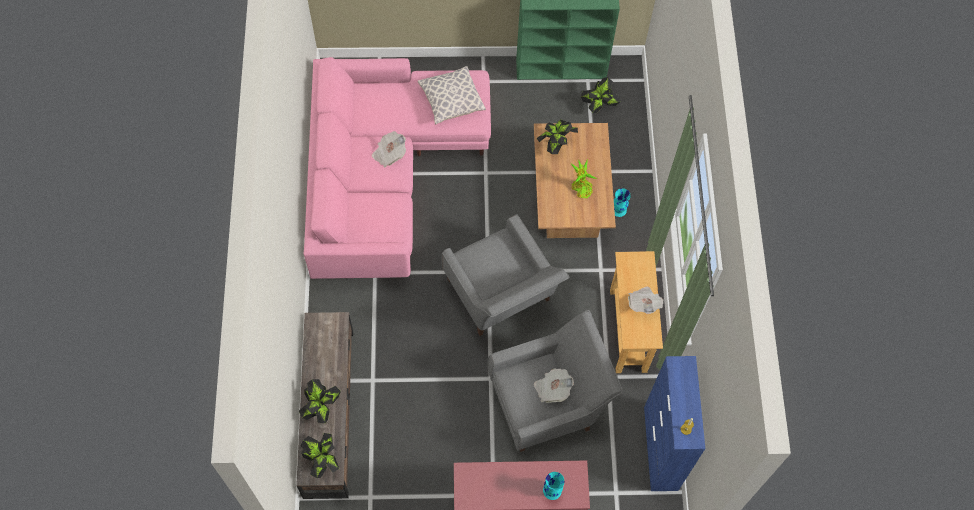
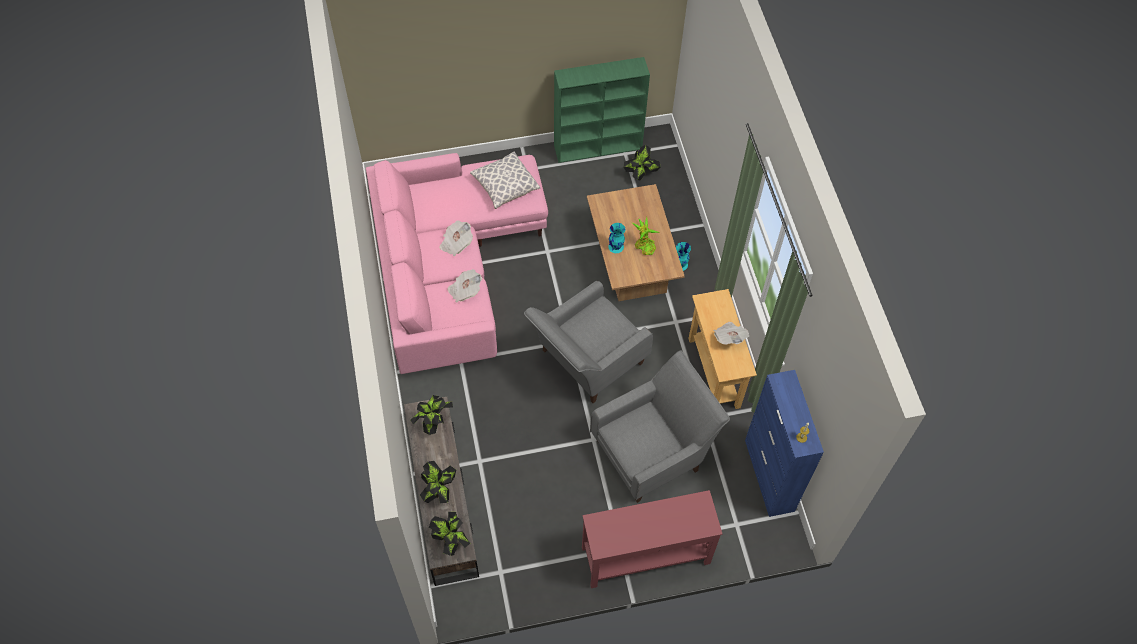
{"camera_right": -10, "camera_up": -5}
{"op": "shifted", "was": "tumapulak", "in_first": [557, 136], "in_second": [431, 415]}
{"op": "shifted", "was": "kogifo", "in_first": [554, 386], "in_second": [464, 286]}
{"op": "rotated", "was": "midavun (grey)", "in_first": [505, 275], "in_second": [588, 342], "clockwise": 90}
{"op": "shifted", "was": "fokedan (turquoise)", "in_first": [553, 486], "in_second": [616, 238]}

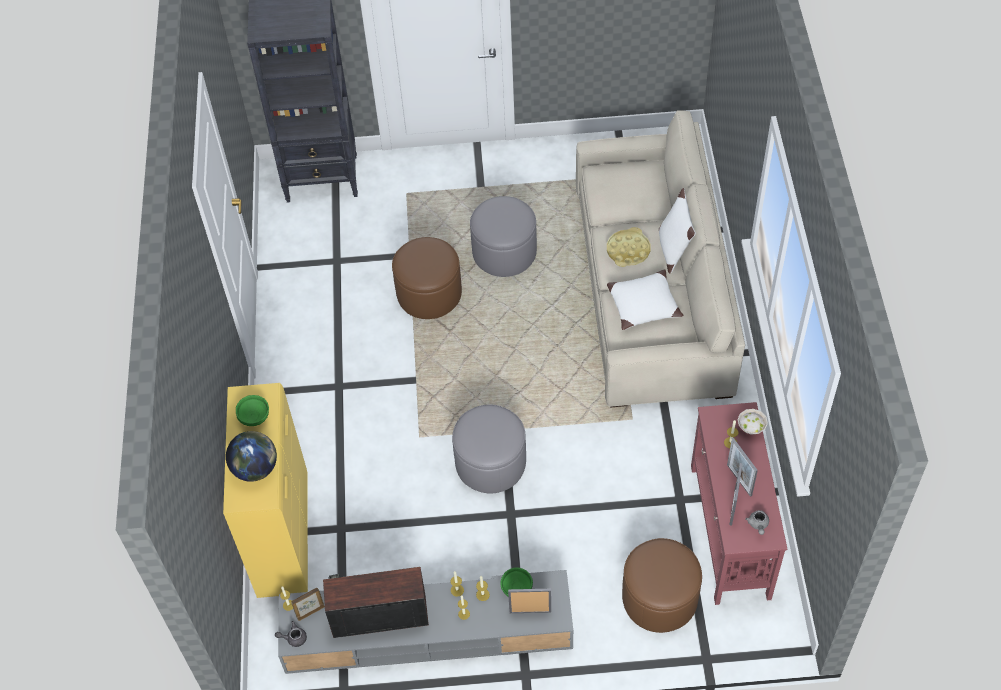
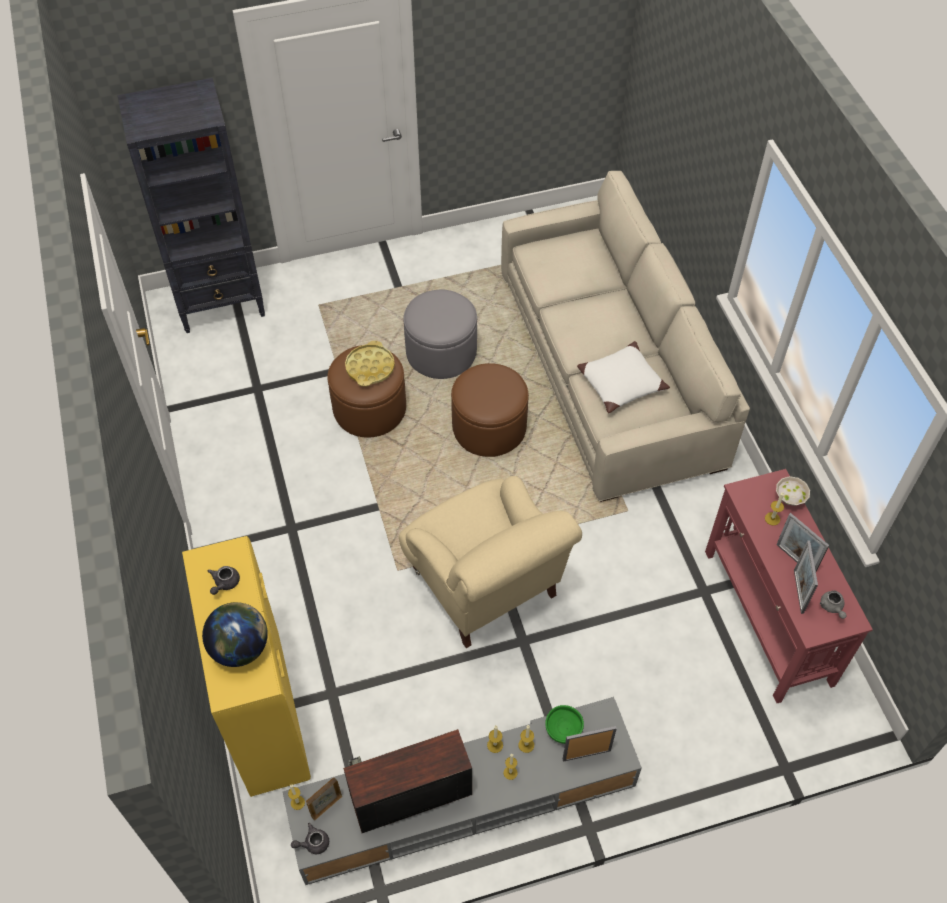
{"camera_right": -15, "camera_up": 0}
{"op": "swapped", "was": "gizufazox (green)", "now": "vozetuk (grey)", "in_first": [252, 410], "in_second": [223, 580]}
{"op": "shifted", "was": "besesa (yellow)", "in_first": [629, 247], "in_second": [370, 364]}
{"op": "swapped", "was": "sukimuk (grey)", "now": "midavun (beige)", "in_first": [489, 449], "in_second": [490, 562]}
{"op": "shifted", "was": "sukimuk (brown)", "in_first": [662, 585], "in_second": [490, 410]}
{"op": "gone", "was": "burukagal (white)", "in_first": [677, 231]}

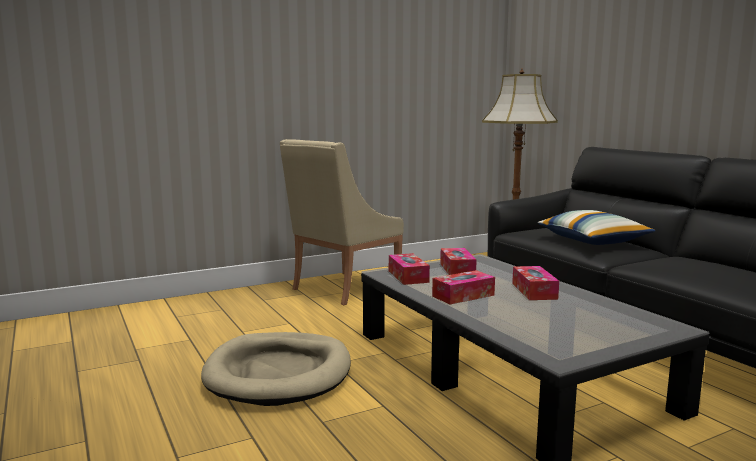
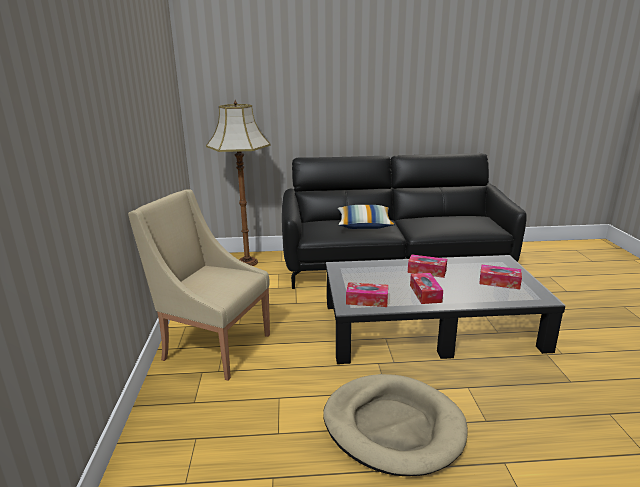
{"camera_right": -65, "camera_up": 10}
{"op": "rotated", "was": "midavun (beige)", "in_first": [342, 222], "in_second": [199, 285], "clockwise": 135}
{"op": "shifted", "was": "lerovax", "in_first": [458, 261], "in_second": [500, 276]}

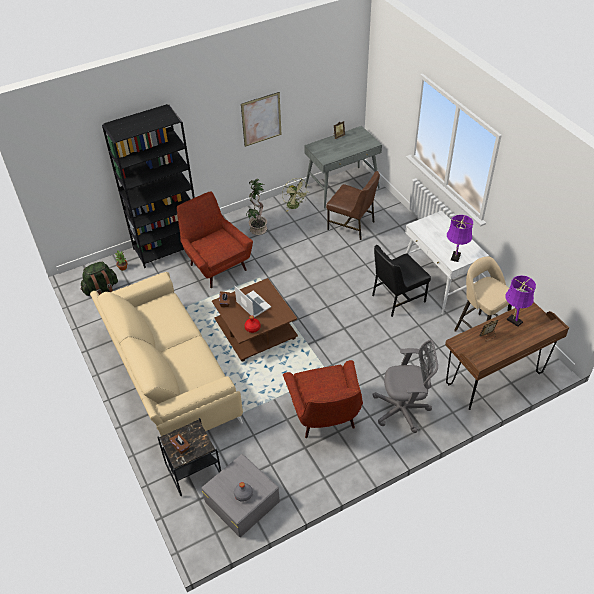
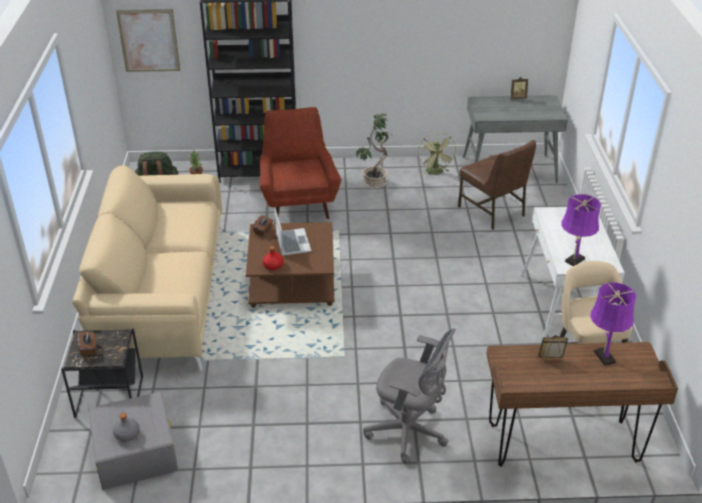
{"camera_right": 25, "camera_up": -10}
{"op": "shifted", "was": "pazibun", "in_first": [261, 119], "in_second": [148, 41]}
{"op": "gone", "was": "midavun (red)", "in_first": [323, 399]}
{"op": "gone", "was": "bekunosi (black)", "in_first": [401, 281]}

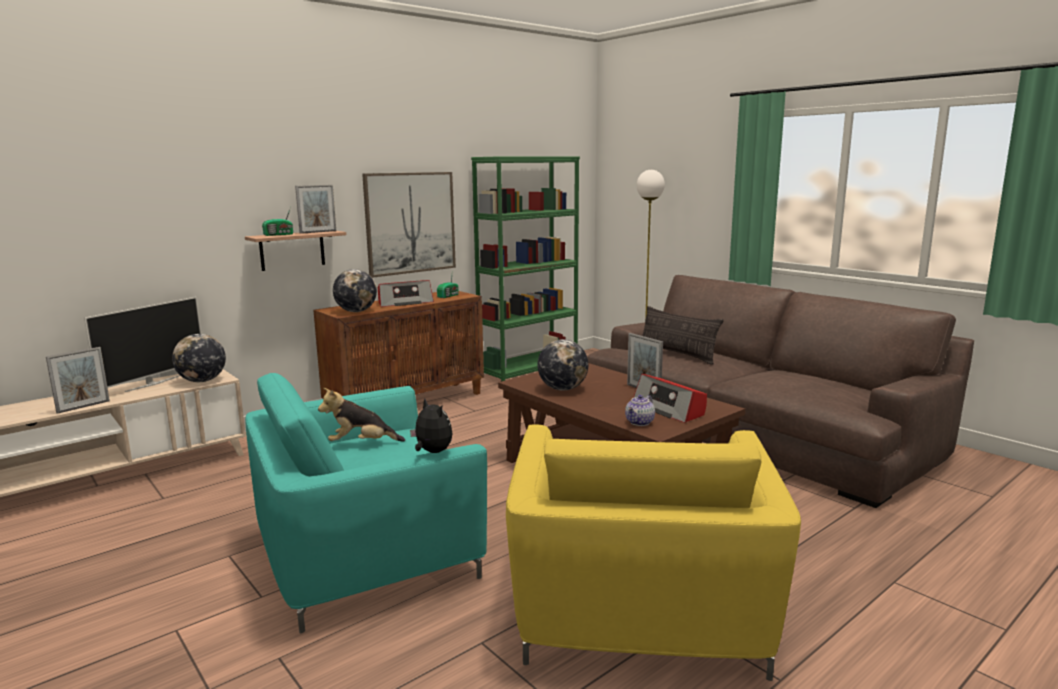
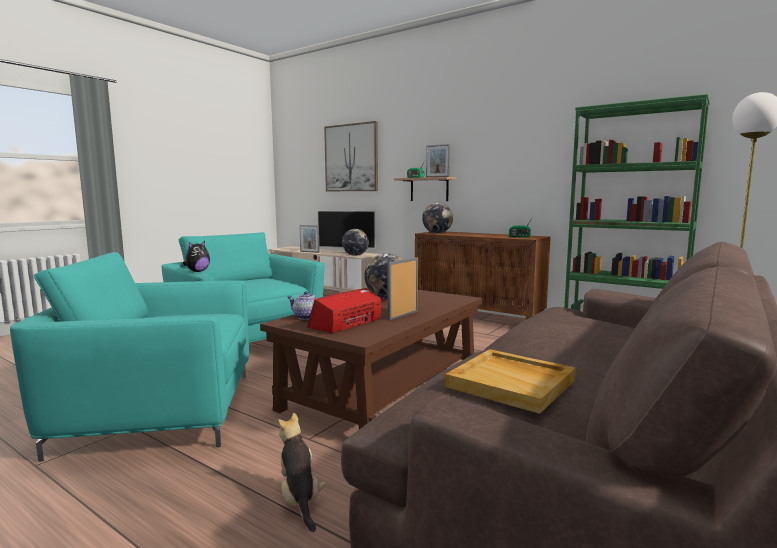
{"camera_right": 75, "camera_up": -5}
{"op": "repainted", "was": "midavun (yellow)", "now": "midavun (turquoise)", "in_first": [653, 553], "in_second": [129, 357]}
{"op": "shifted", "was": "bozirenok", "in_first": [361, 415], "in_second": [302, 472]}
{"op": "shifted", "was": "pazibun", "in_first": [409, 225], "in_second": [351, 156]}
{"op": "new", "now": "besesa (beige)", "in_second": [510, 381]}
{"op": "gone", "was": "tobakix", "in_first": [406, 293]}
{"op": "gone", "was": "burukagal", "in_first": [683, 335]}

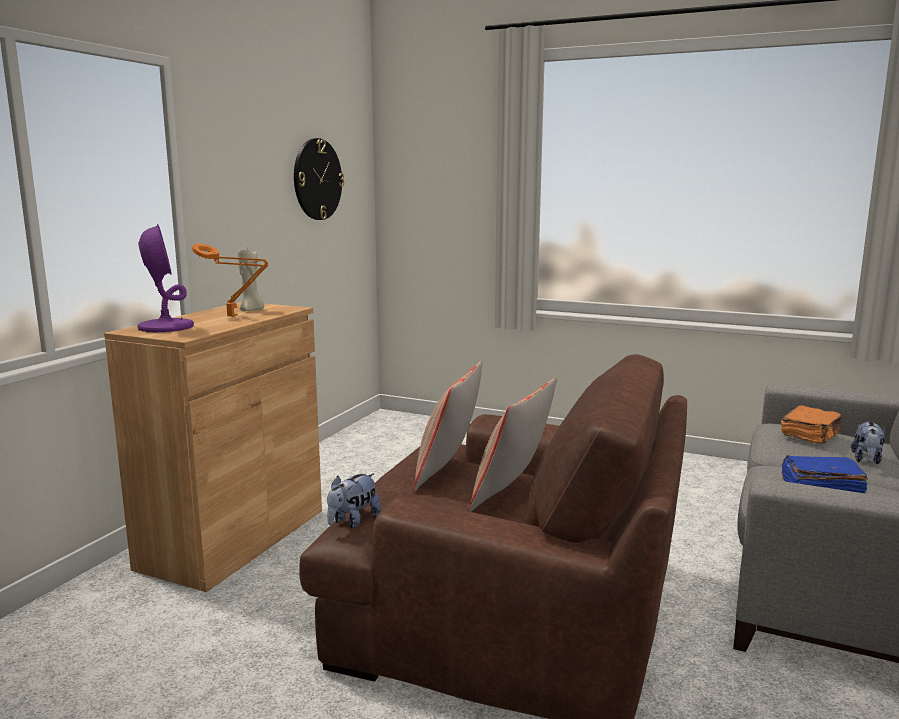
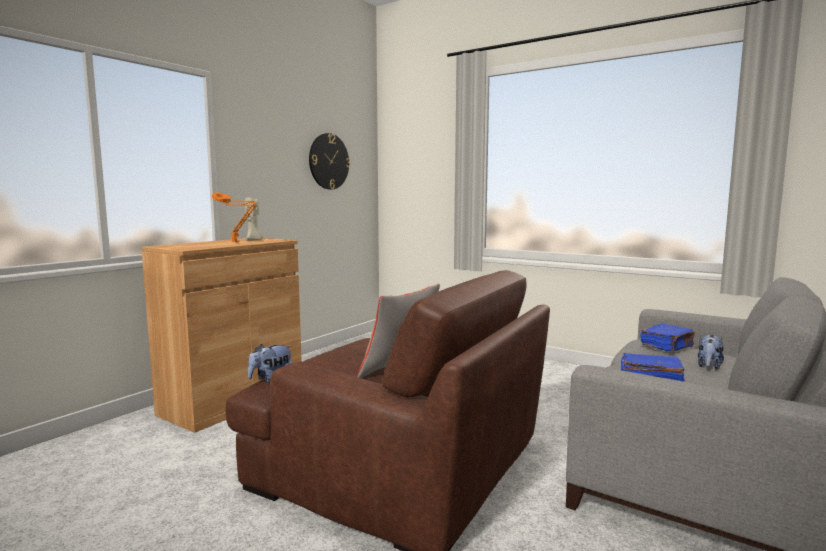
{"camera_right": 10, "camera_up": -5}
{"op": "repainted", "was": "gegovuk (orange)", "now": "gegovuk (blue)", "in_first": [811, 424], "in_second": [667, 337]}
{"op": "gone", "was": "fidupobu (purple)", "in_first": [166, 278]}
{"op": "gone", "was": "burukagal", "in_first": [447, 426]}

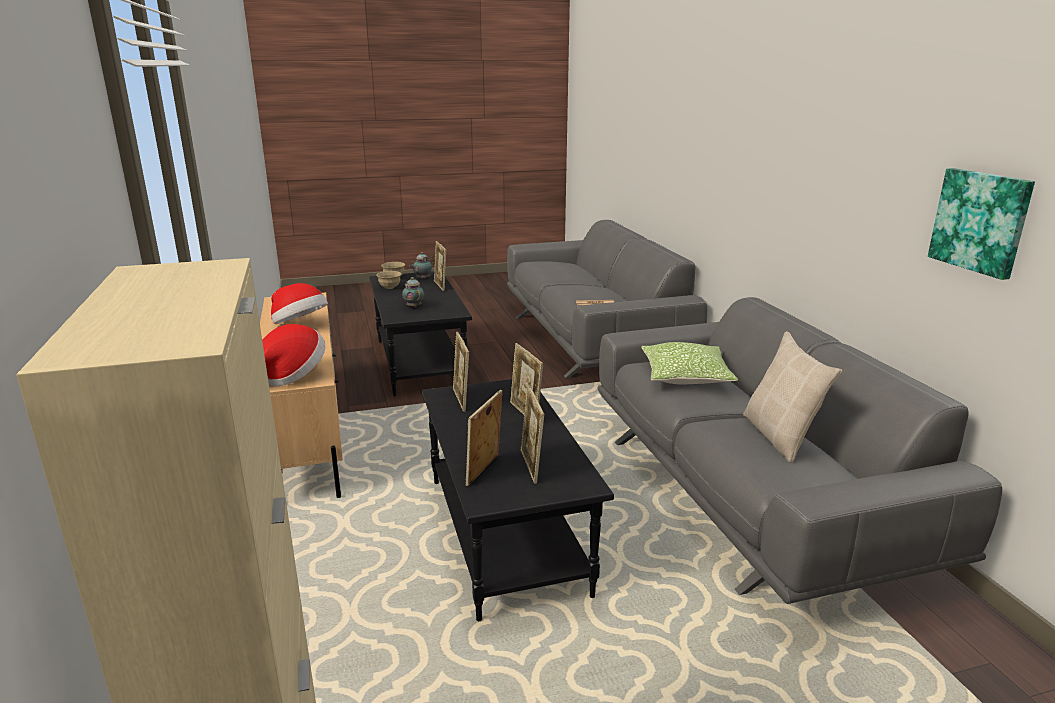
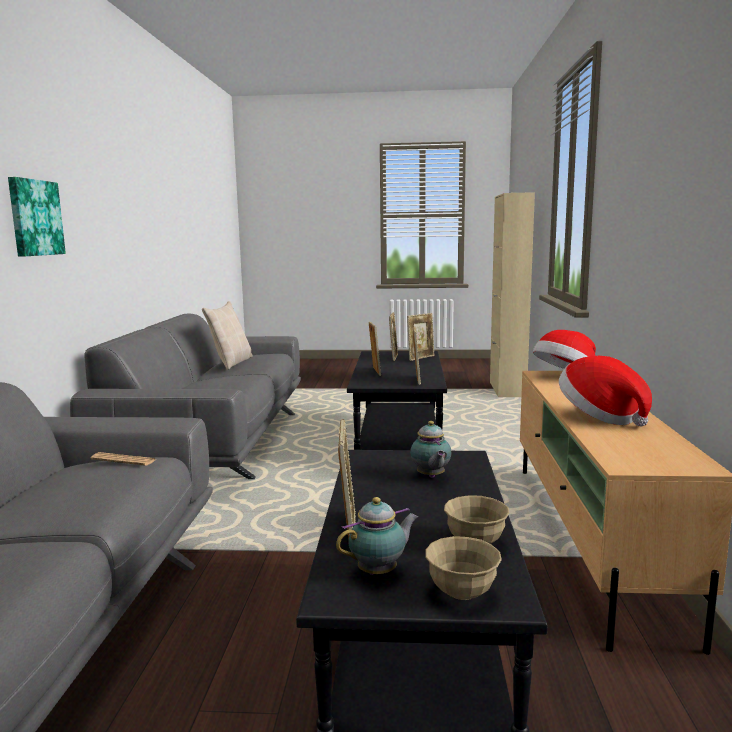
{"camera_right": -160, "camera_up": -10}
{"op": "shifted", "was": "pazibun", "in_first": [981, 224], "in_second": [37, 216]}
{"op": "gone", "was": "burukagal", "in_first": [690, 363]}

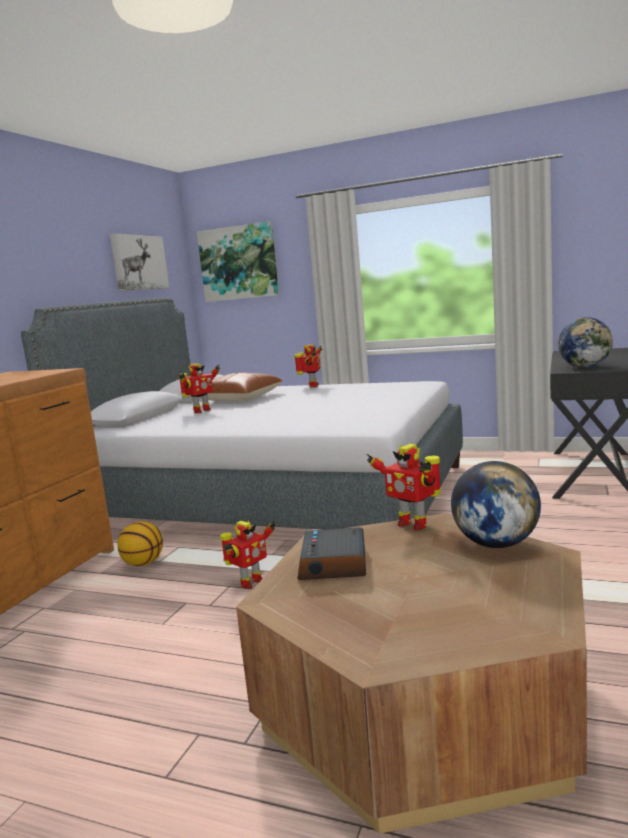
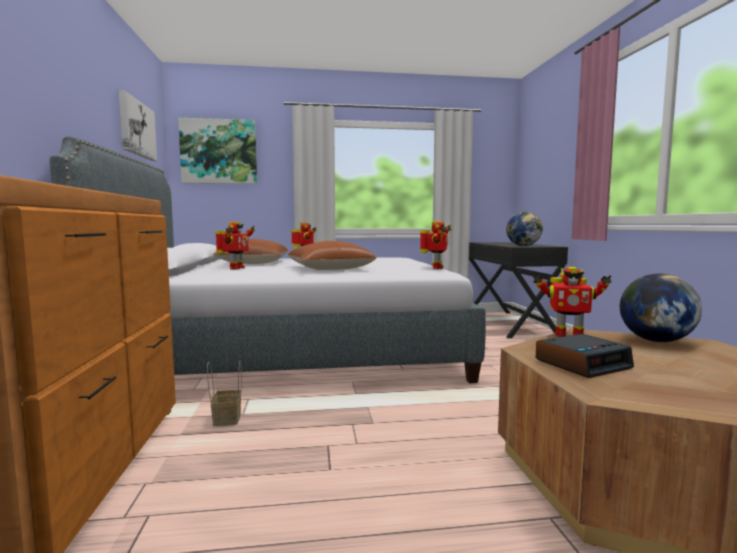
{"camera_right": -30, "camera_up": -5}
{"op": "swapped", "was": "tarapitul", "now": "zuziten", "in_first": [140, 543], "in_second": [224, 393]}
{"op": "new", "now": "burukagal (brown)", "in_second": [332, 255]}
{"op": "shifted", "was": "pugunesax", "in_first": [248, 554], "in_second": [435, 245]}
{"op": "rotated", "was": "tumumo", "in_first": [332, 553], "in_second": [585, 356], "clockwise": -90}

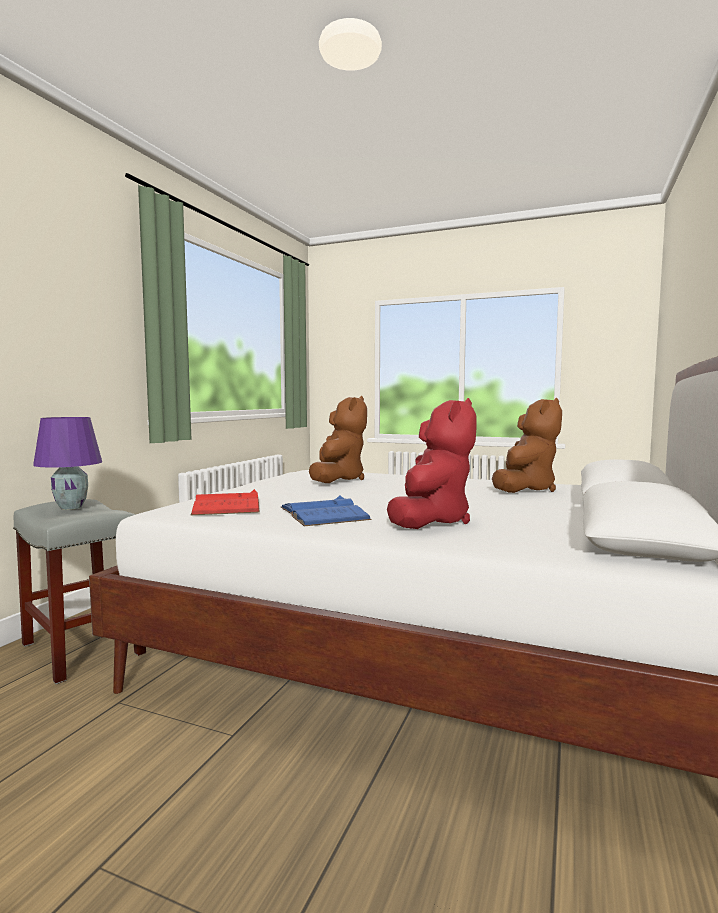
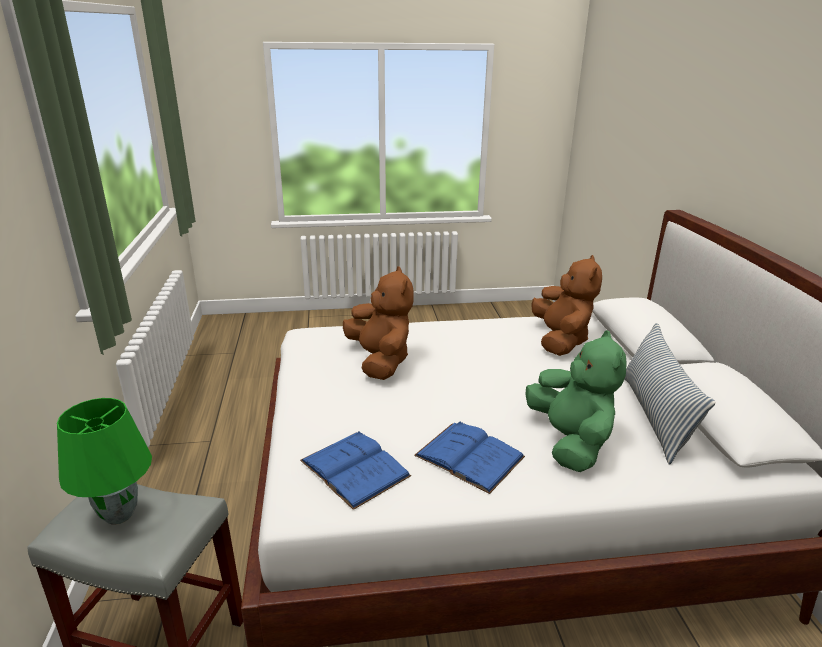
{"camera_right": -30, "camera_up": 20}
{"op": "repainted", "was": "fidupobu (purple)", "now": "fidupobu (green)", "in_first": [67, 463], "in_second": [104, 461]}
{"op": "repainted", "was": "gegovuk (red)", "now": "gegovuk (blue)", "in_first": [225, 502], "in_second": [355, 471]}
{"op": "repainted", "was": "bozirenok (red)", "now": "bozirenok (green)", "in_first": [432, 463], "in_second": [576, 401]}
{"op": "new", "now": "burukagal", "in_second": [670, 394]}

